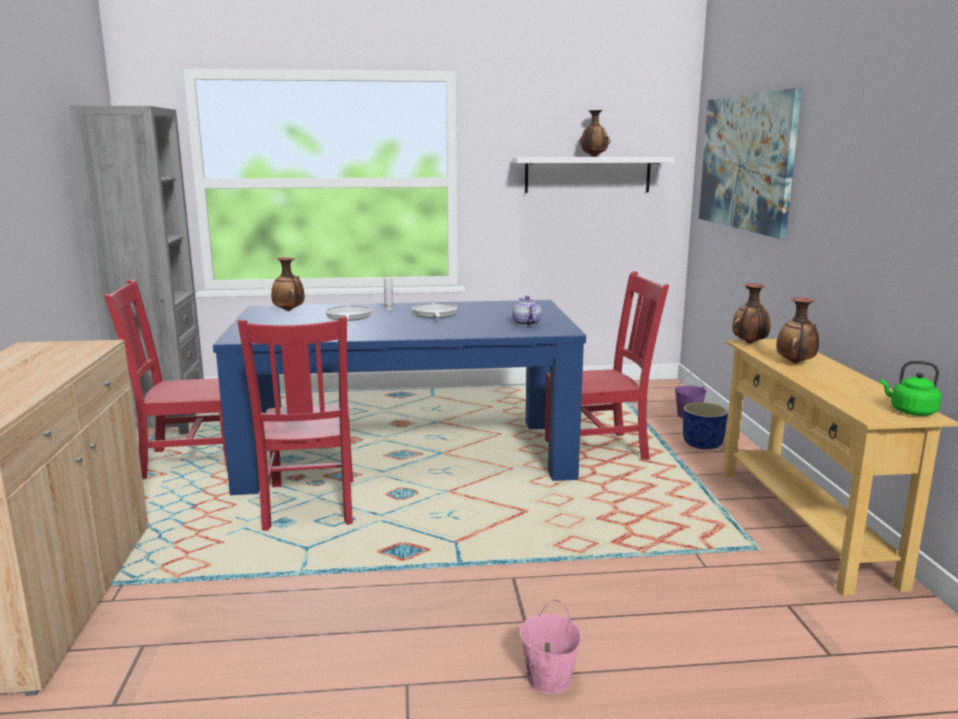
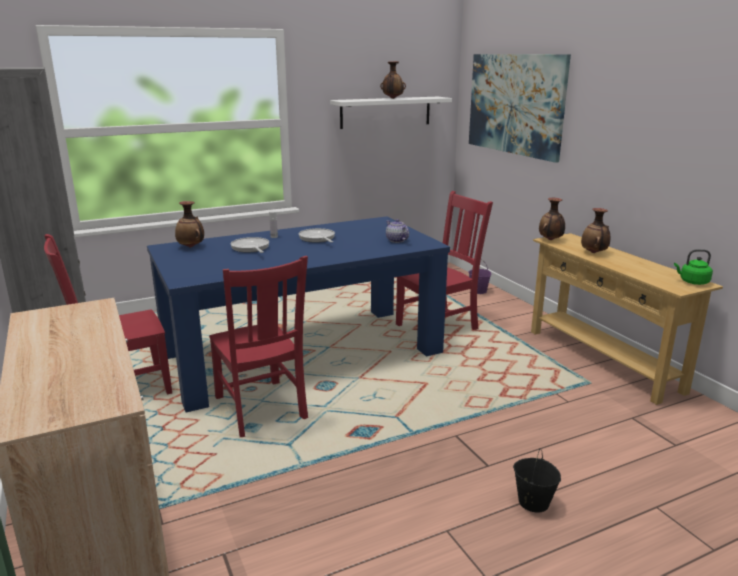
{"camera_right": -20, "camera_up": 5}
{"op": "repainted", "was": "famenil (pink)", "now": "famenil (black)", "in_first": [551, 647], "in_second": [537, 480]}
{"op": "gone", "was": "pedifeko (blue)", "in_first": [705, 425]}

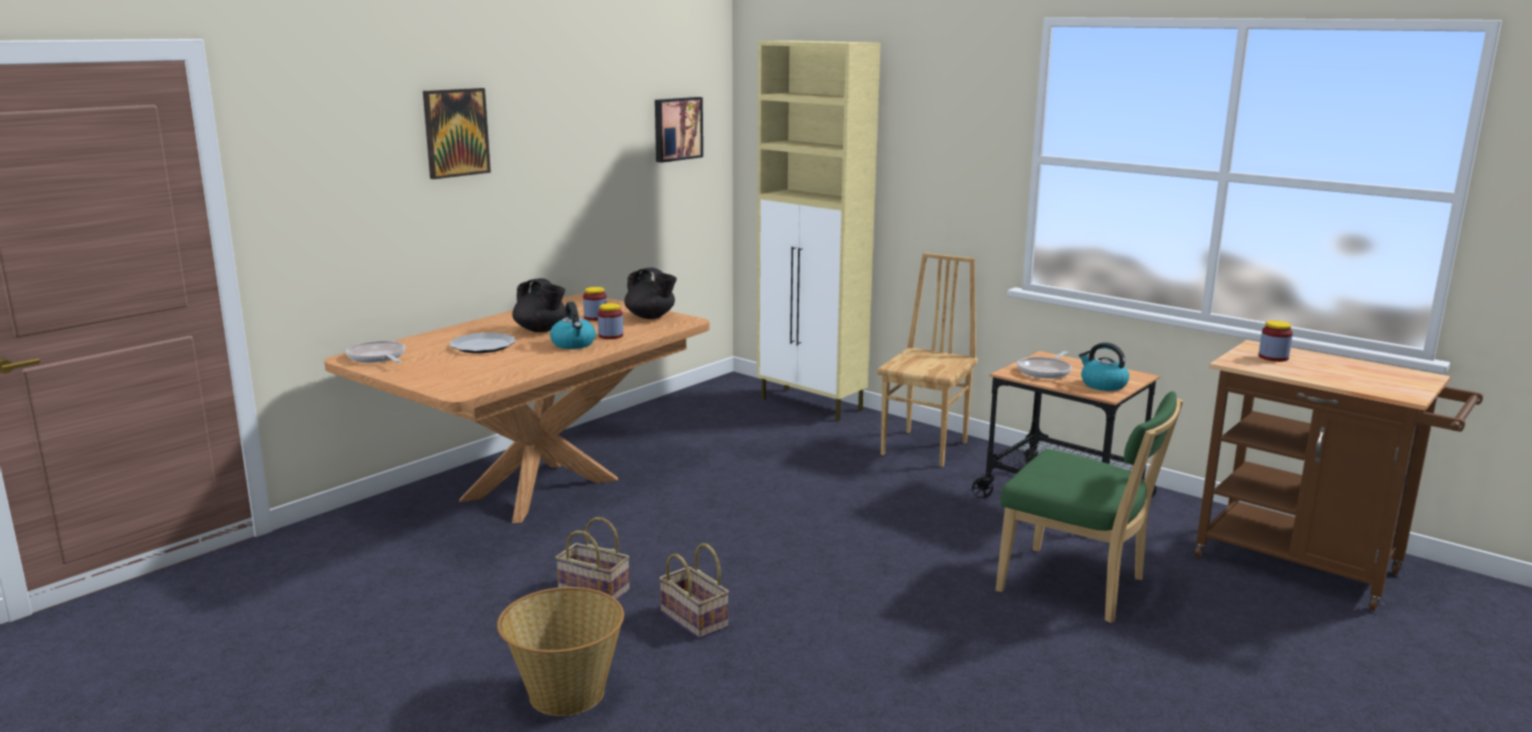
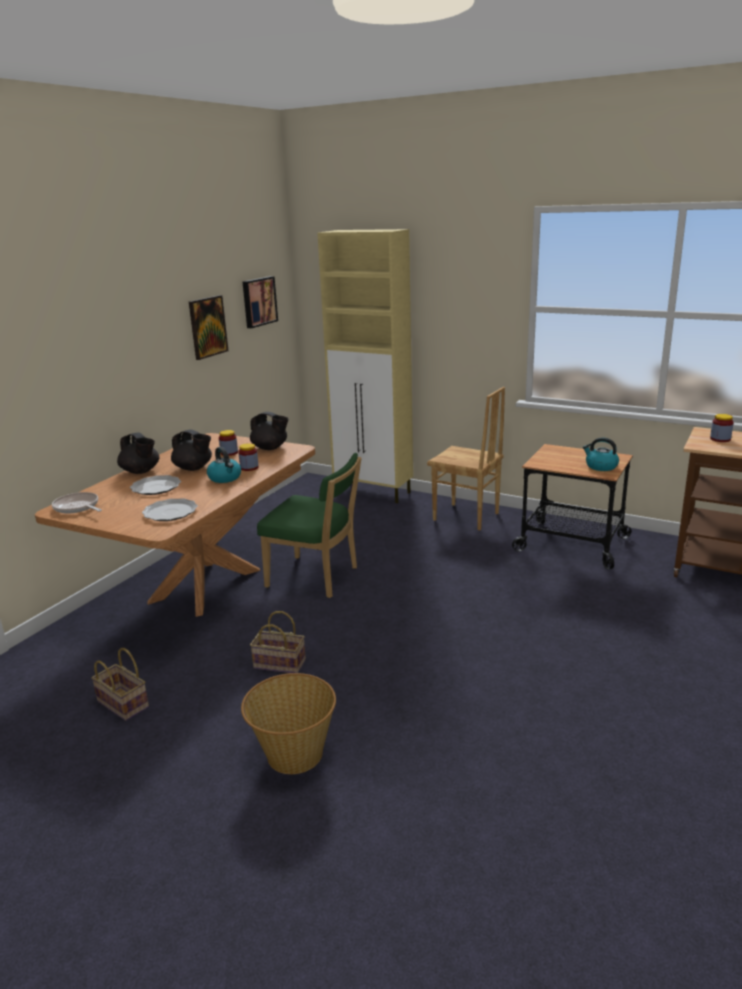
{"camera_right": -10, "camera_up": 5}
{"op": "shifted", "was": "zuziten", "in_first": [694, 591], "in_second": [120, 684]}
{"op": "new", "now": "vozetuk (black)", "in_second": [138, 453]}
{"op": "new", "now": "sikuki", "in_second": [170, 509]}
{"op": "shifted", "was": "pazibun", "in_first": [457, 133], "in_second": [208, 327]}
{"op": "shifted", "was": "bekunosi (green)", "in_first": [1089, 507], "in_second": [309, 525]}
{"op": "rotated", "was": "bekunosi (brown)", "in_first": [927, 360], "in_second": [466, 458], "clockwise": 105}
{"op": "gone", "was": "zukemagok", "in_first": [1044, 365]}

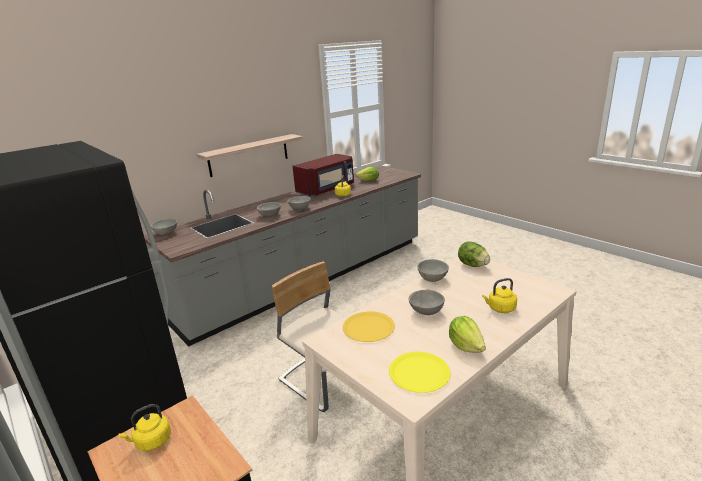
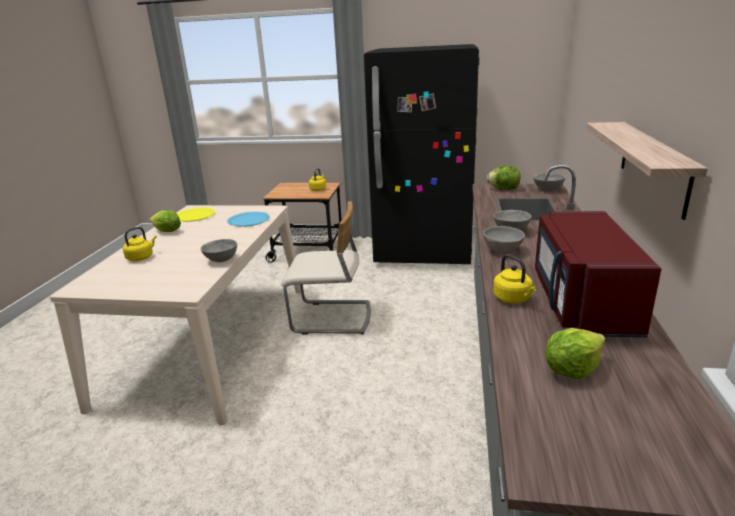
{"camera_right": 140, "camera_up": 0}
{"op": "repainted", "was": "sikuki (yellow)", "now": "sikuki (blue)", "in_first": [369, 326], "in_second": [248, 219]}
{"op": "shifted", "was": "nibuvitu", "in_first": [474, 254], "in_second": [503, 178]}
{"op": "gone", "was": "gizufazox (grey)", "in_first": [427, 302]}

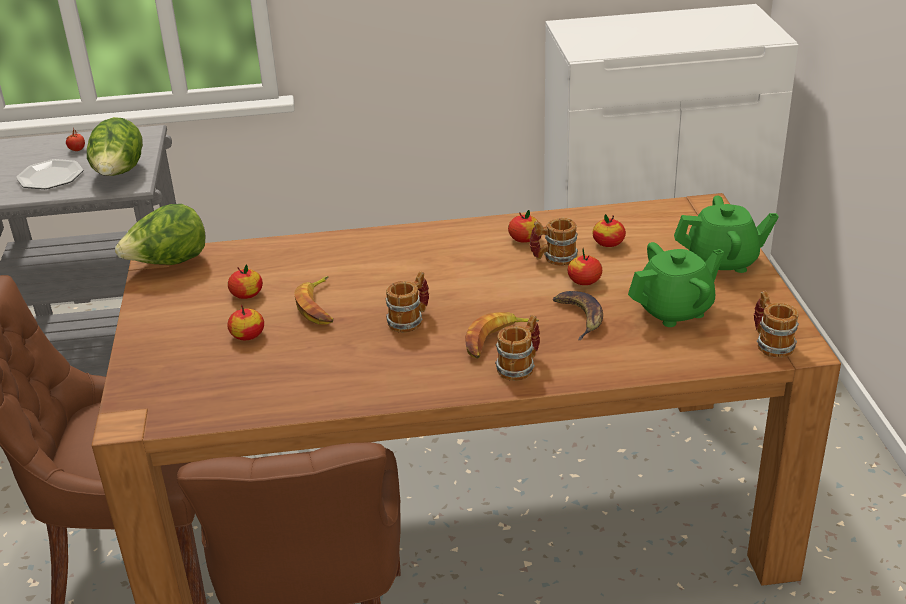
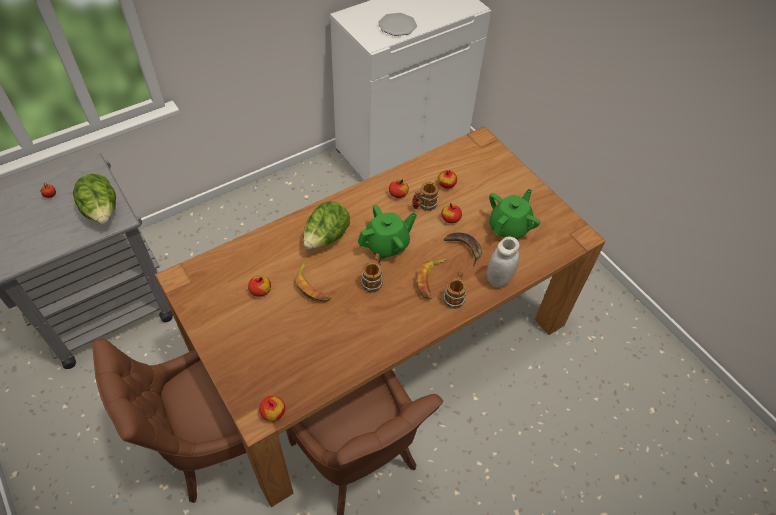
{"camera_right": -30, "camera_up": 20}
{"op": "shifted", "was": "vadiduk", "in_first": [245, 322], "in_second": [272, 408]}
{"op": "shifted", "was": "nibuvitu", "in_first": [160, 234], "in_second": [326, 225]}
{"op": "shifted", "was": "vozetuk (green)", "in_first": [726, 234], "in_second": [387, 232]}
{"op": "shifted", "was": "sikuki", "in_first": [49, 174], "in_second": [397, 24]}
{"op": "new", "now": "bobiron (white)", "in_second": [503, 262]}
{"op": "gone", "was": "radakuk", "in_first": [776, 324]}

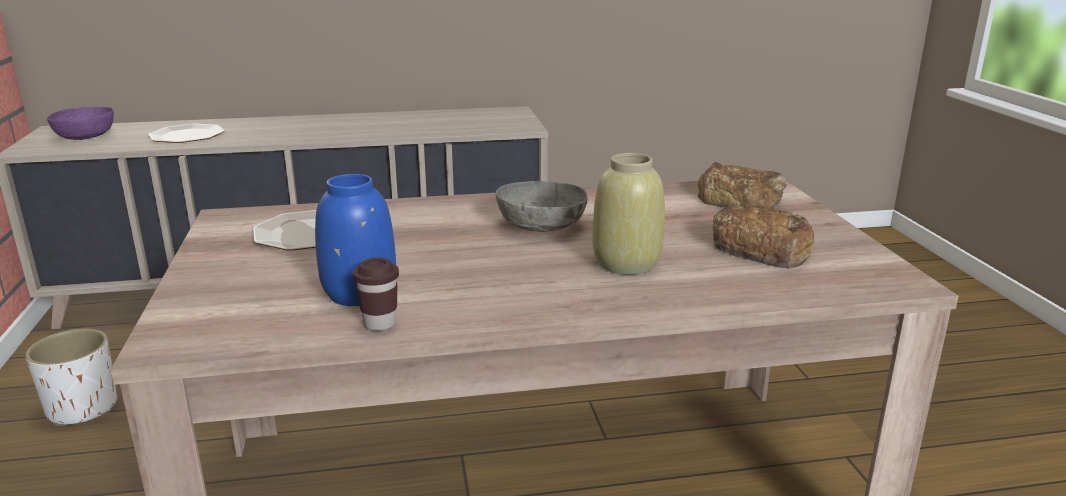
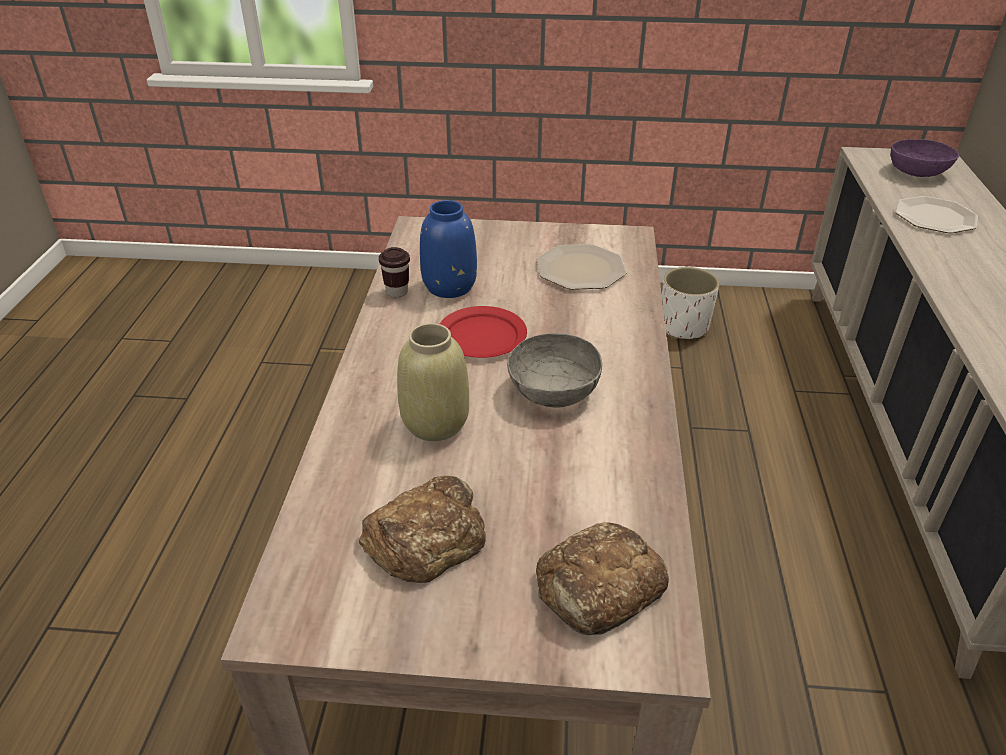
{"camera_right": 105, "camera_up": 15}
{"op": "new", "now": "sikuki (red)", "in_second": [483, 332]}

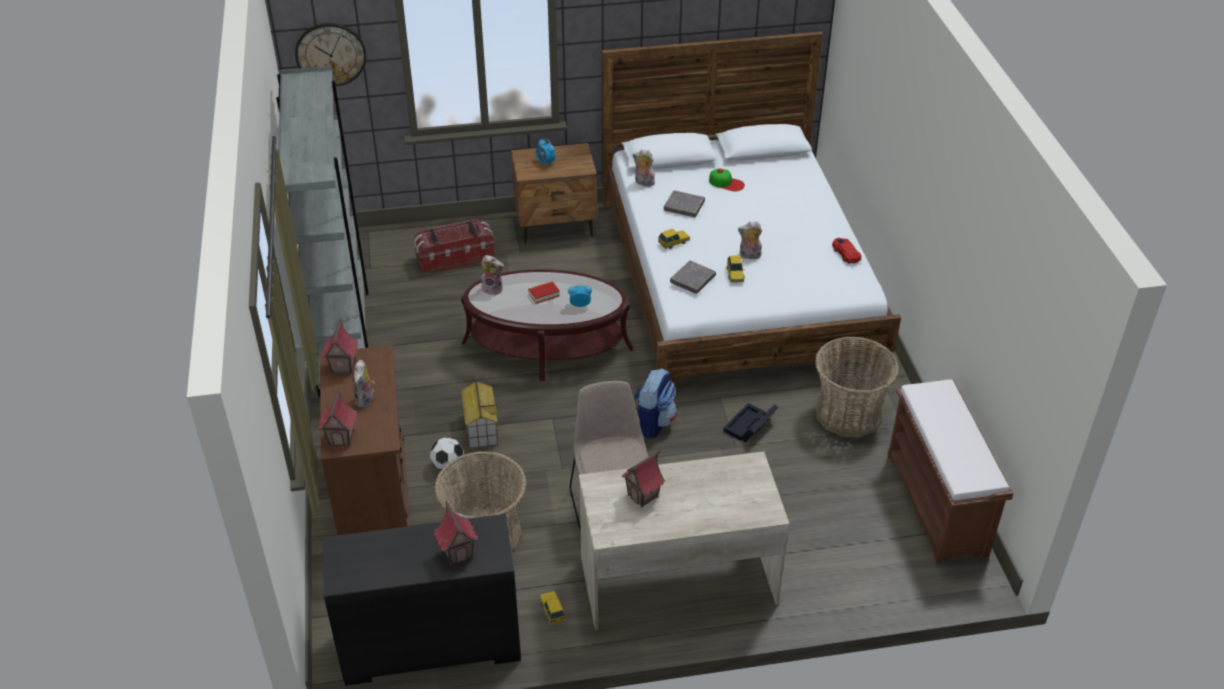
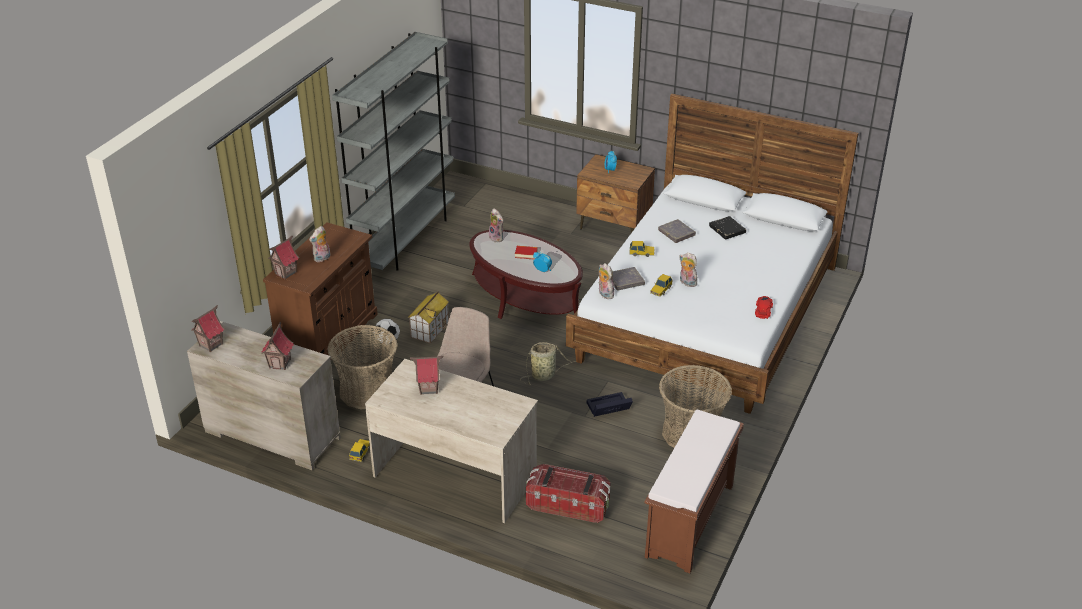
{"camera_right": 35, "camera_up": -5}
{"op": "repainted", "was": "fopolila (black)", "now": "fopolila (beige)", "in_first": [422, 600], "in_second": [264, 395]}
{"op": "shifted", "was": "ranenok", "in_first": [340, 345], "in_second": [208, 328]}
{"op": "swapped", "was": "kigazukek", "now": "zuziten", "in_first": [655, 403], "in_second": [548, 363]}
{"op": "shifted", "was": "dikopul", "in_first": [454, 246], "in_second": [568, 493]}
{"op": "shifted", "was": "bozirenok", "in_first": [643, 168], "in_second": [607, 281]}
{"op": "swapped", "was": "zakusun", "now": "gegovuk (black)", "in_first": [727, 180], "in_second": [727, 228]}
{"op": "gone", "was": "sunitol", "in_first": [330, 55]}

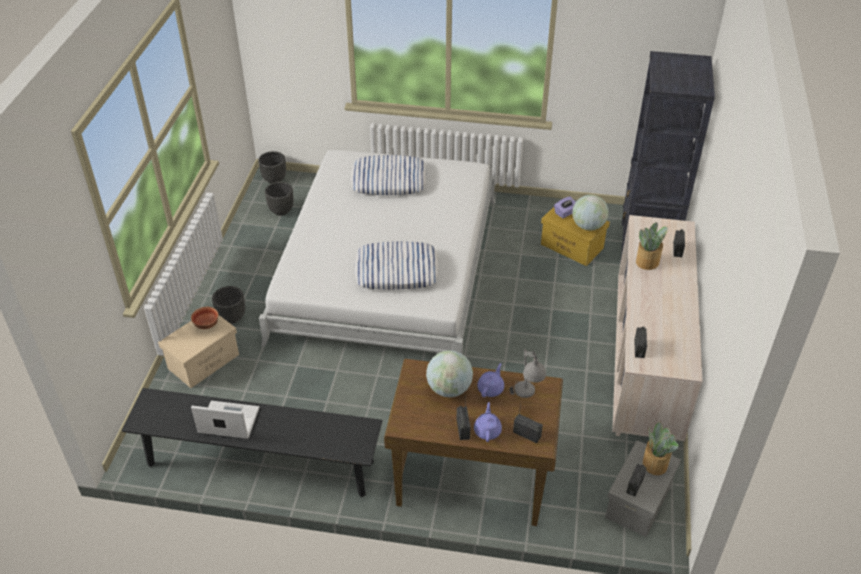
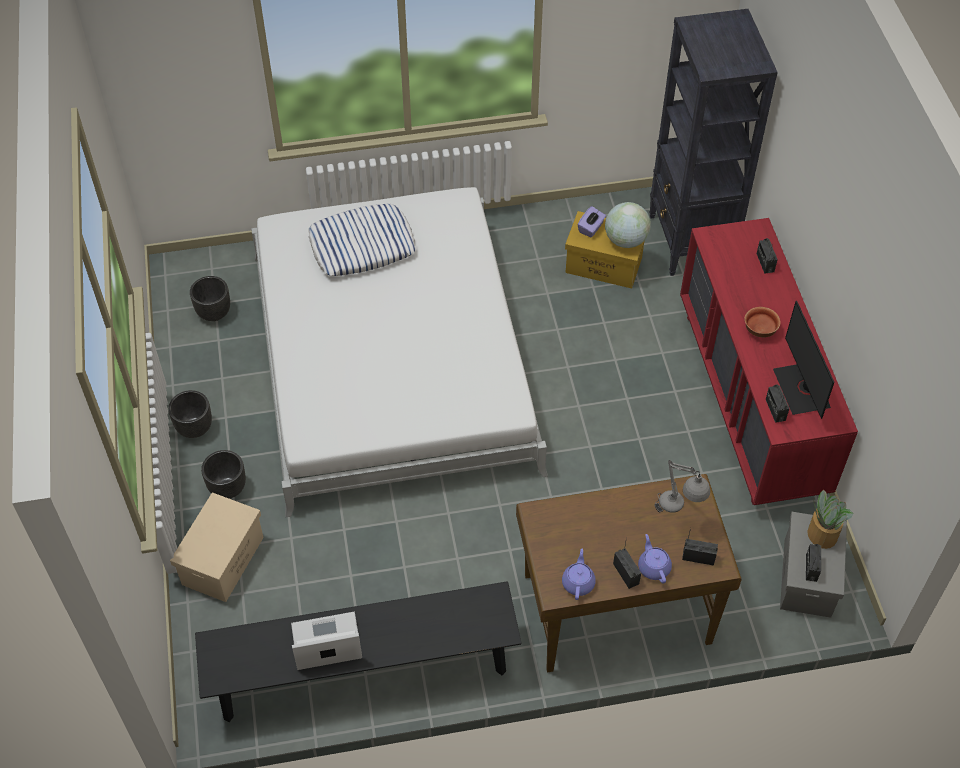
{"camera_right": -20, "camera_up": 10}
{"op": "shifted", "was": "pedifeko (black)", "in_first": [272, 167], "in_second": [190, 414]}
{"op": "shifted", "was": "vozetuk (purple)", "in_first": [490, 380], "in_second": [579, 574]}
{"op": "repainted", "was": "fopolila (beige)", "now": "fopolila (red)", "in_first": [657, 328], "in_second": [769, 361]}
{"op": "shifted", "was": "gizufazox", "in_first": [204, 318], "in_second": [762, 322]}
{"op": "new", "now": "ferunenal", "in_second": [803, 360]}
{"op": "gone", "was": "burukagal", "in_first": [396, 265]}
{"op": "gone", "was": "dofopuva", "in_first": [449, 373]}
{"op": "gone", "was": "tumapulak", "in_first": [652, 246]}

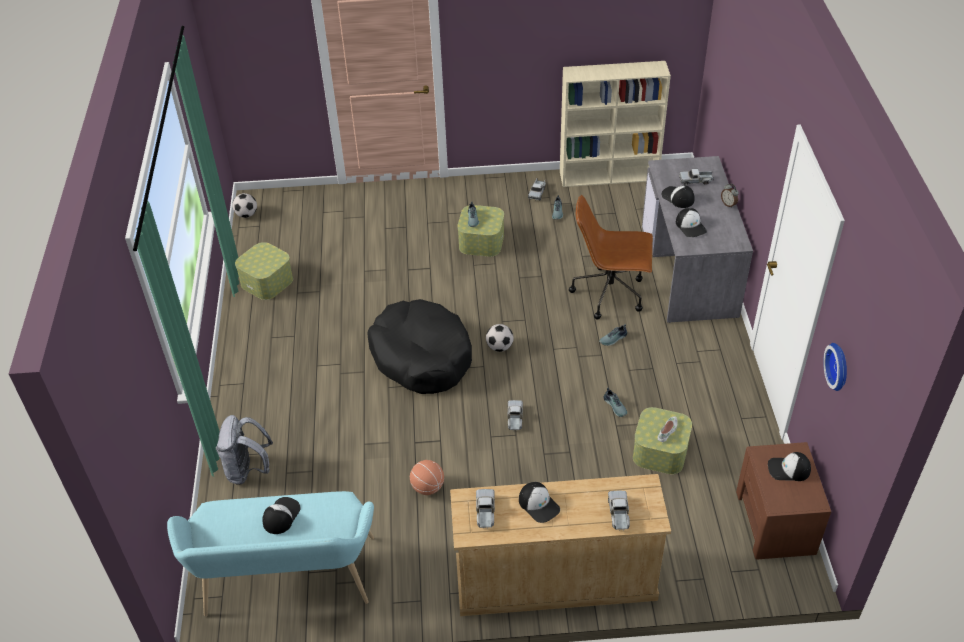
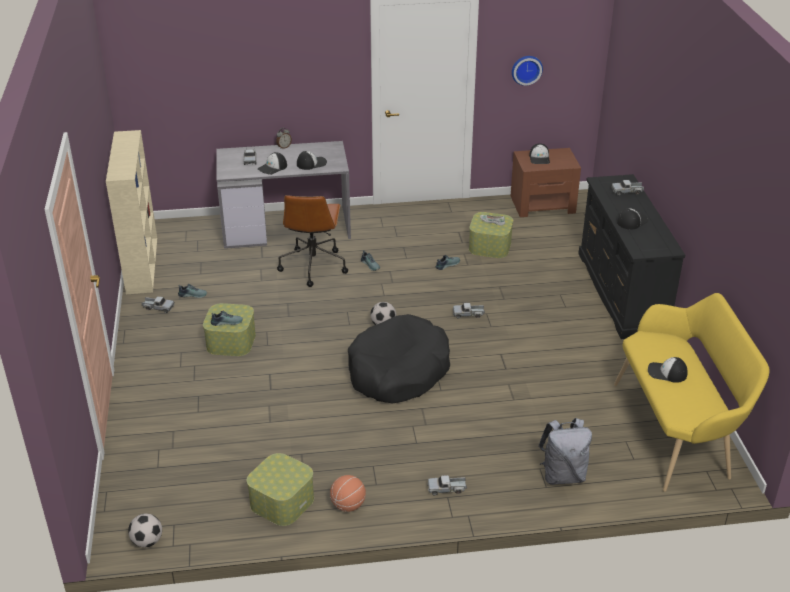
{"camera_right": -95, "camera_up": -10}
{"op": "shifted", "was": "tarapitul", "in_first": [427, 477], "in_second": [348, 493]}
{"op": "shifted", "was": "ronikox", "in_first": [485, 509], "in_second": [447, 485]}
{"op": "repainted", "was": "fopolila (beige)", "now": "fopolila (black)", "in_first": [560, 545], "in_second": [631, 256]}
{"op": "repainted", "was": "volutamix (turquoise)", "now": "volutamix (yellow)", "in_first": [270, 553], "in_second": [692, 392]}

